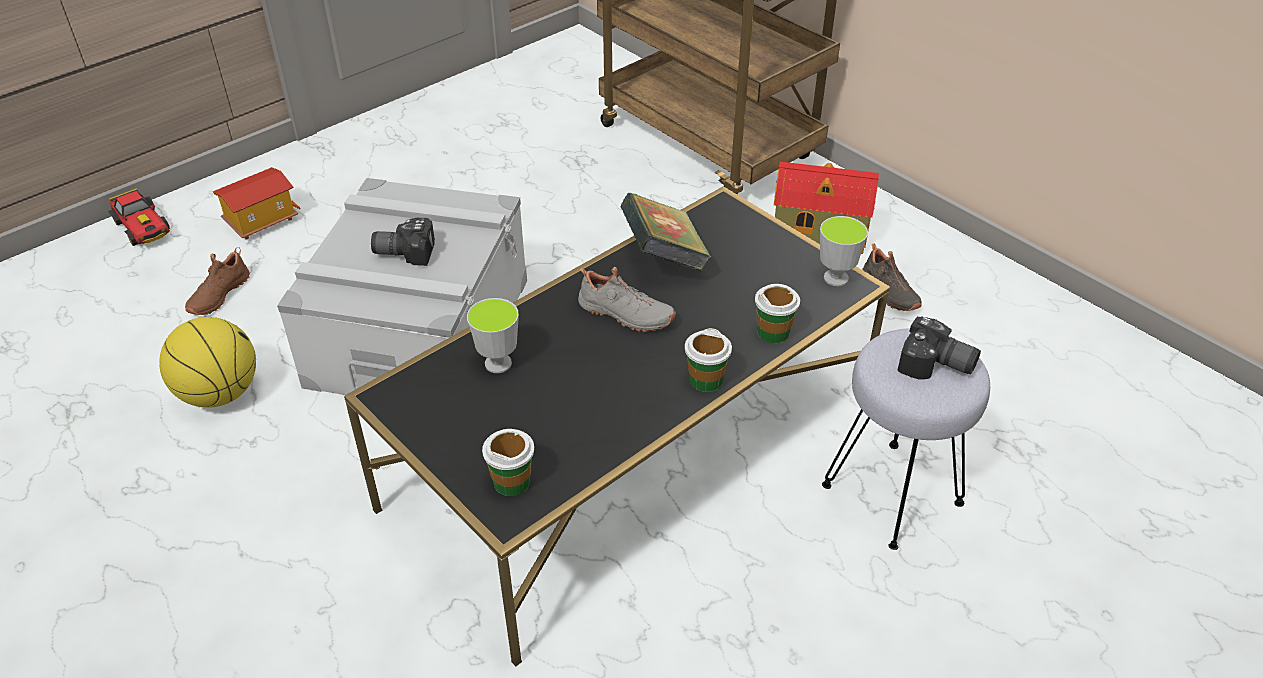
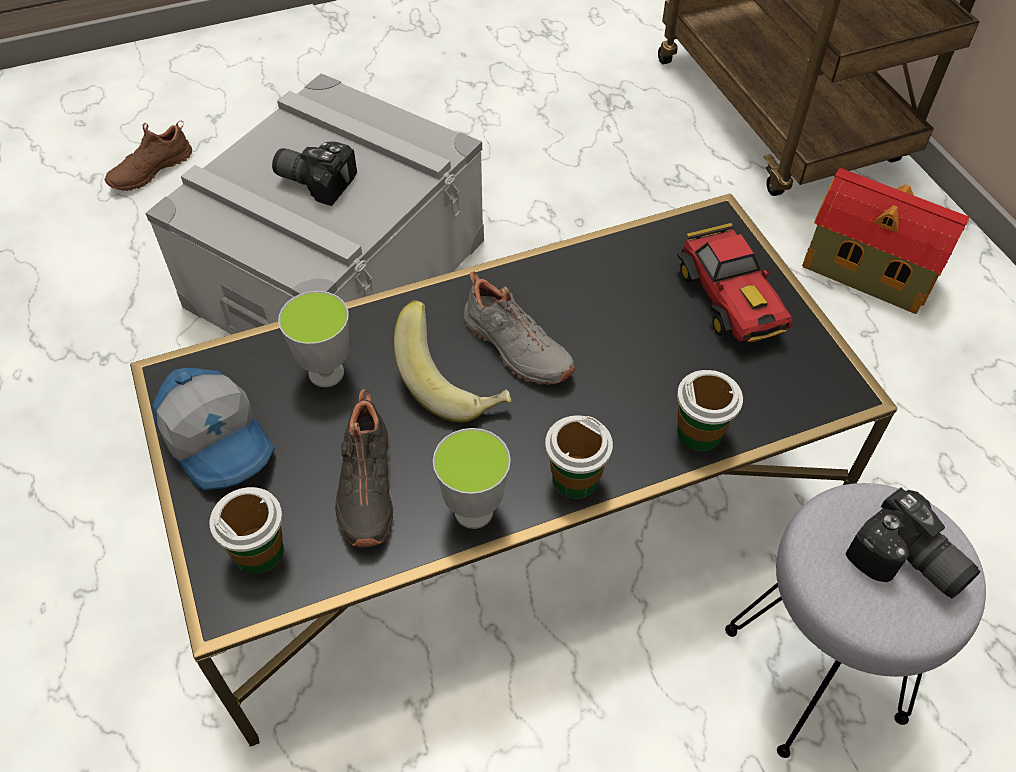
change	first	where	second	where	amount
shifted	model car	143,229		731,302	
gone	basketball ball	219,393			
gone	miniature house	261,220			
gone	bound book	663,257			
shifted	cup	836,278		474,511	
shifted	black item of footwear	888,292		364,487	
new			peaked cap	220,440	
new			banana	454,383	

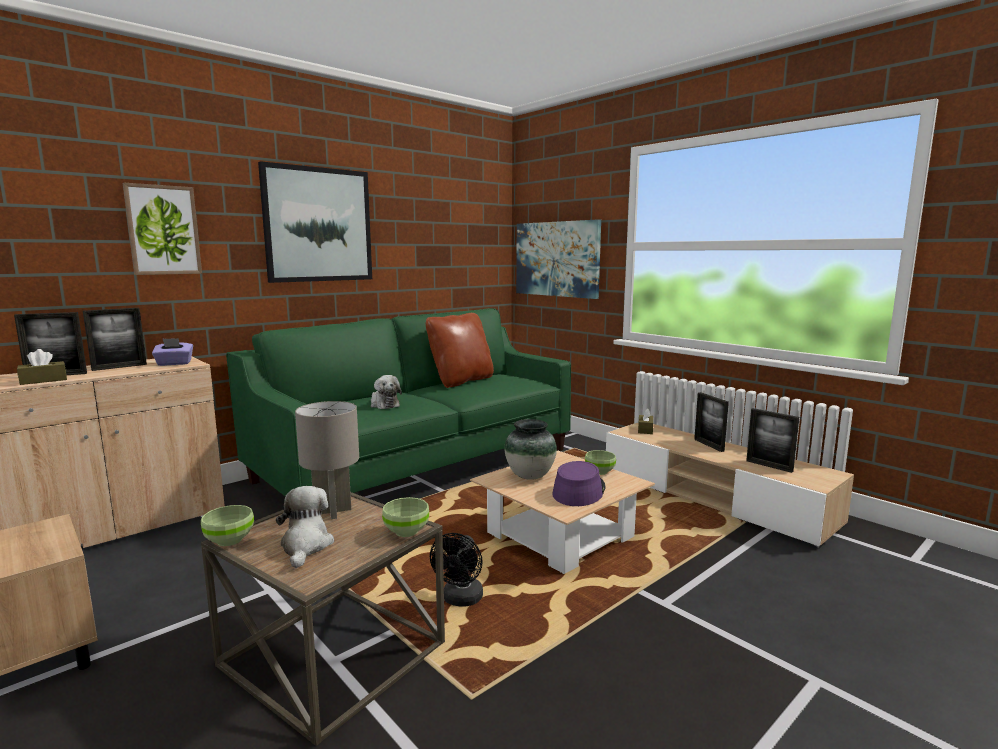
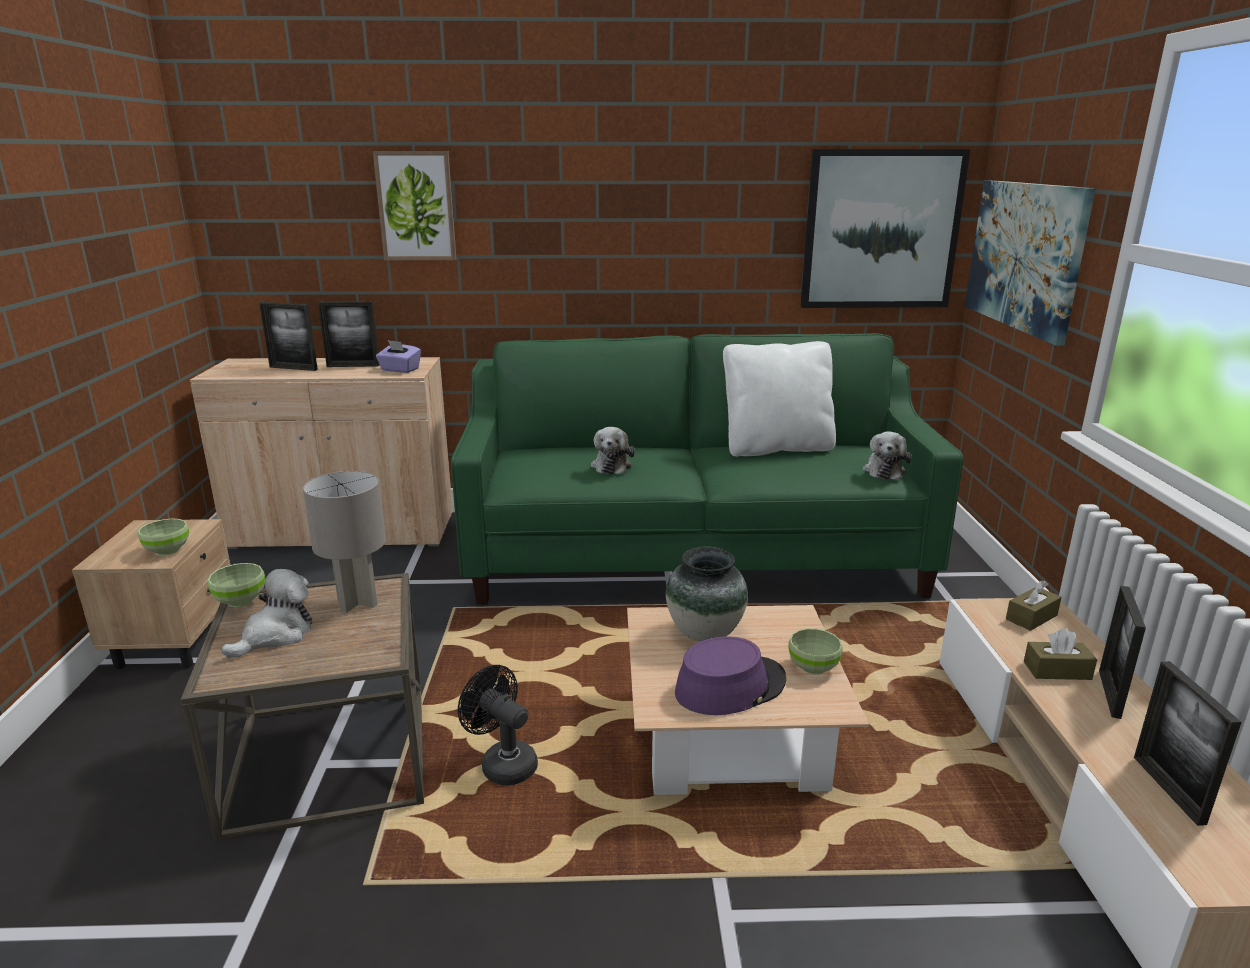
change	first	where	second	where	amount
shifted	brown-coloured tissue holder	43,380		1057,670	
shifted	wall picture	318,225		881,230	
shifted	green-coloured serving bowl	406,531		168,550	
repainted	brown-coloured cushion	461,381	white-coloured cushion	776,448	
rotated	black electric fan	461,600		502,763	75 degrees clockwise
new			soft toy	884,470	

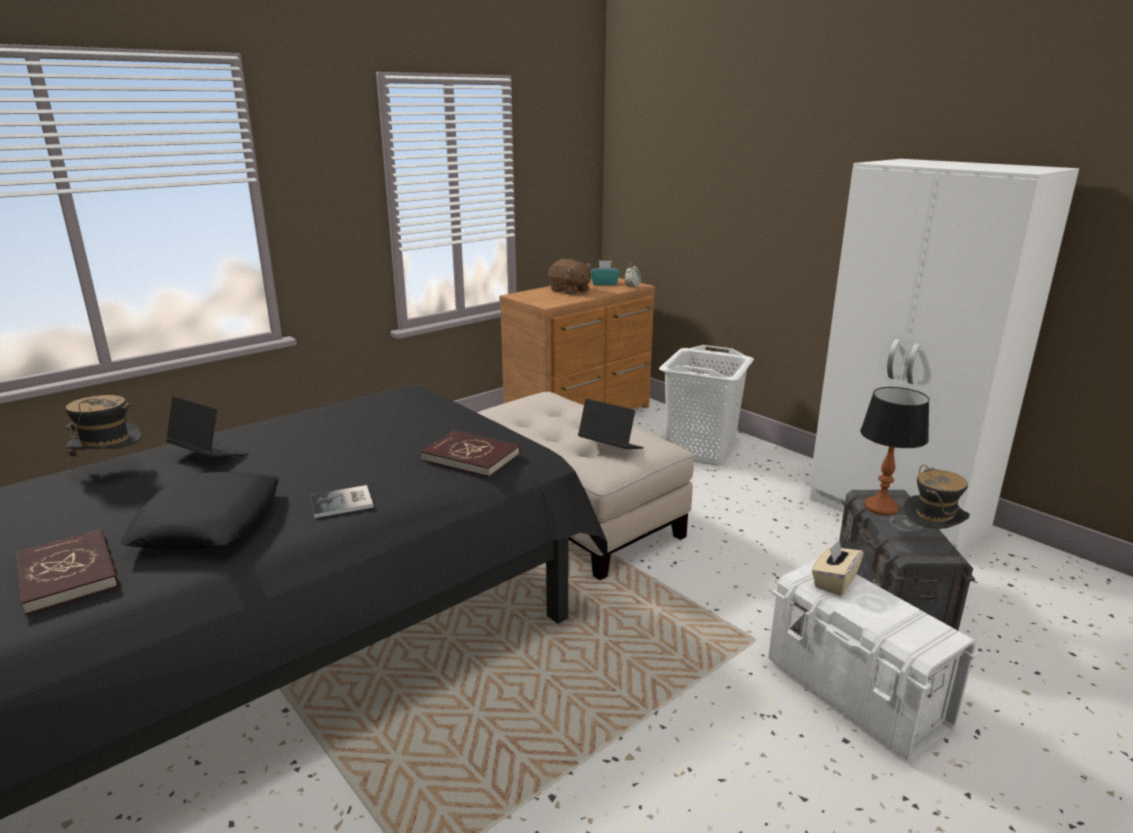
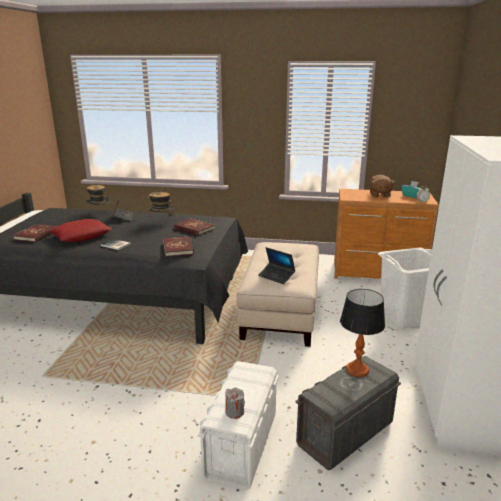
change	first	where	second	where	amount
repainted	black cushion	208,522	reddish cushion	81,235	
rotated	laptop	610,447		276,276	135 degrees clockwise
gone	beige-coloured tissue holder	834,582			
shifted	hat	929,541		161,221	
new			reddish bound book	194,228	
new			greyish wax light	234,412	

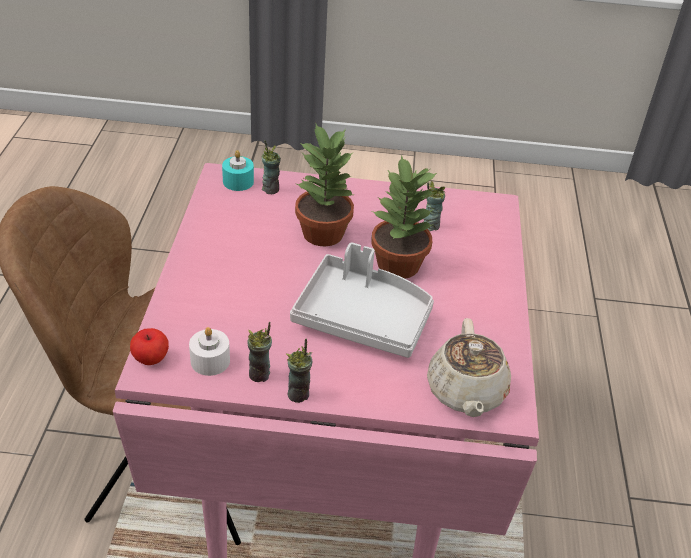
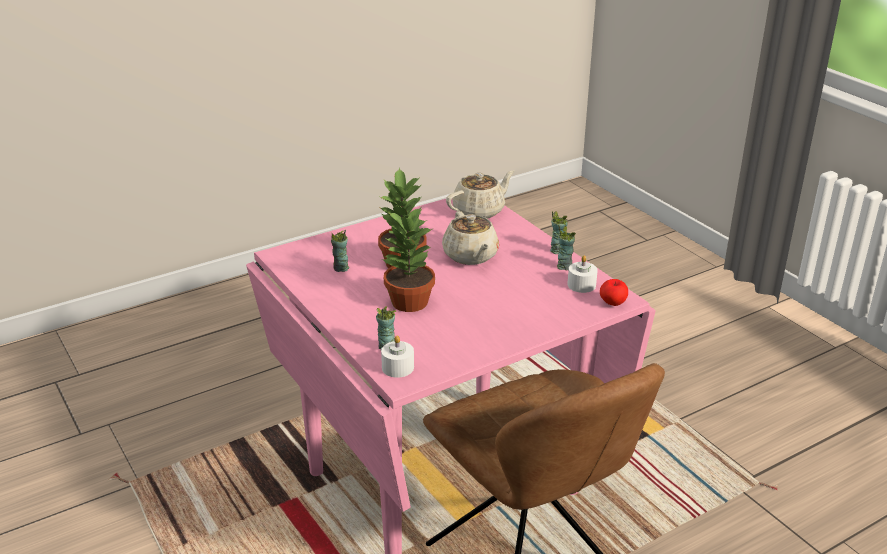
change	first	where	second	where	amount
repainted	turquoise-coloured wax light	238,181	white-coloured wax light	398,367	
swapped	greyish serving tray	362,318	beige-coloured tea pot	470,256	

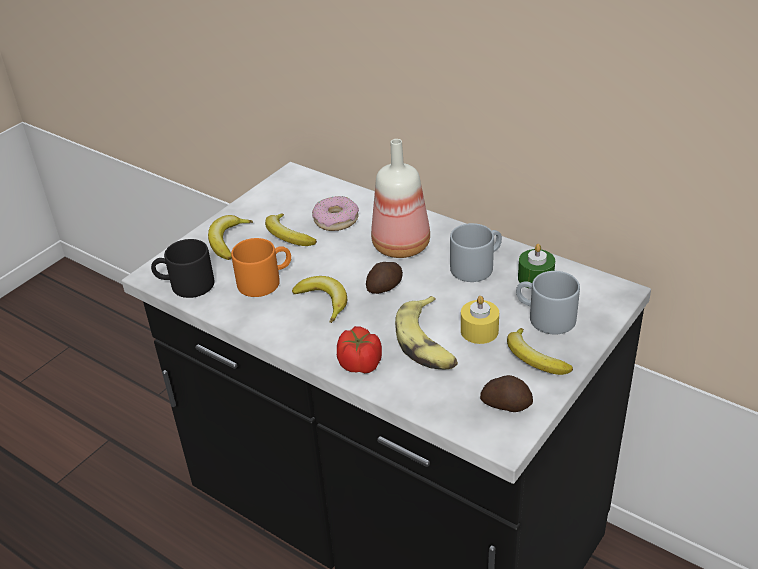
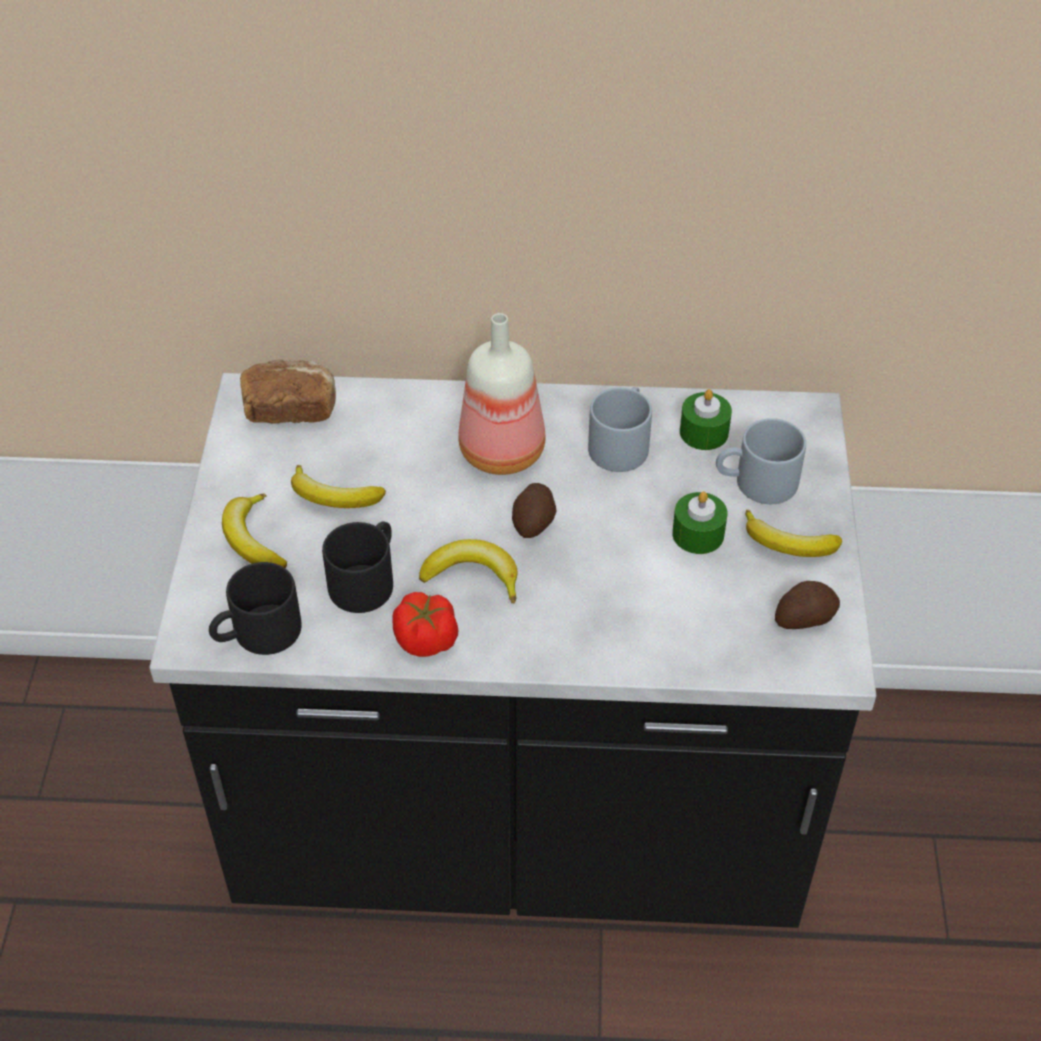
change	first	where	second	where	amount
repainted	orange-coloured tea mug	265,280	black tea mug	366,579	
gone	ring doughnut	336,220			
shifted	fresh tomato	360,364		426,640	
gone	banana	428,343			
repainted	yellowish wax light	479,331	green-coloured wax light	698,534	
new			bread	290,408	

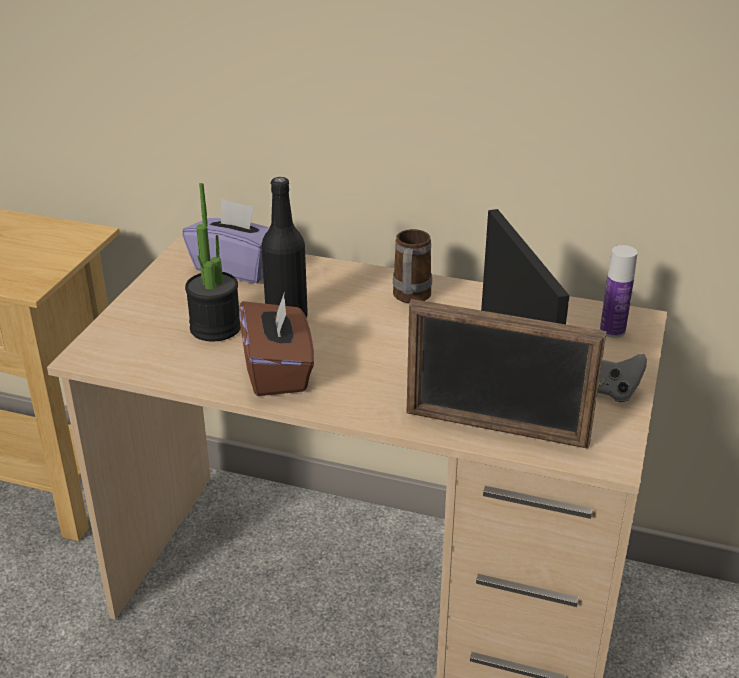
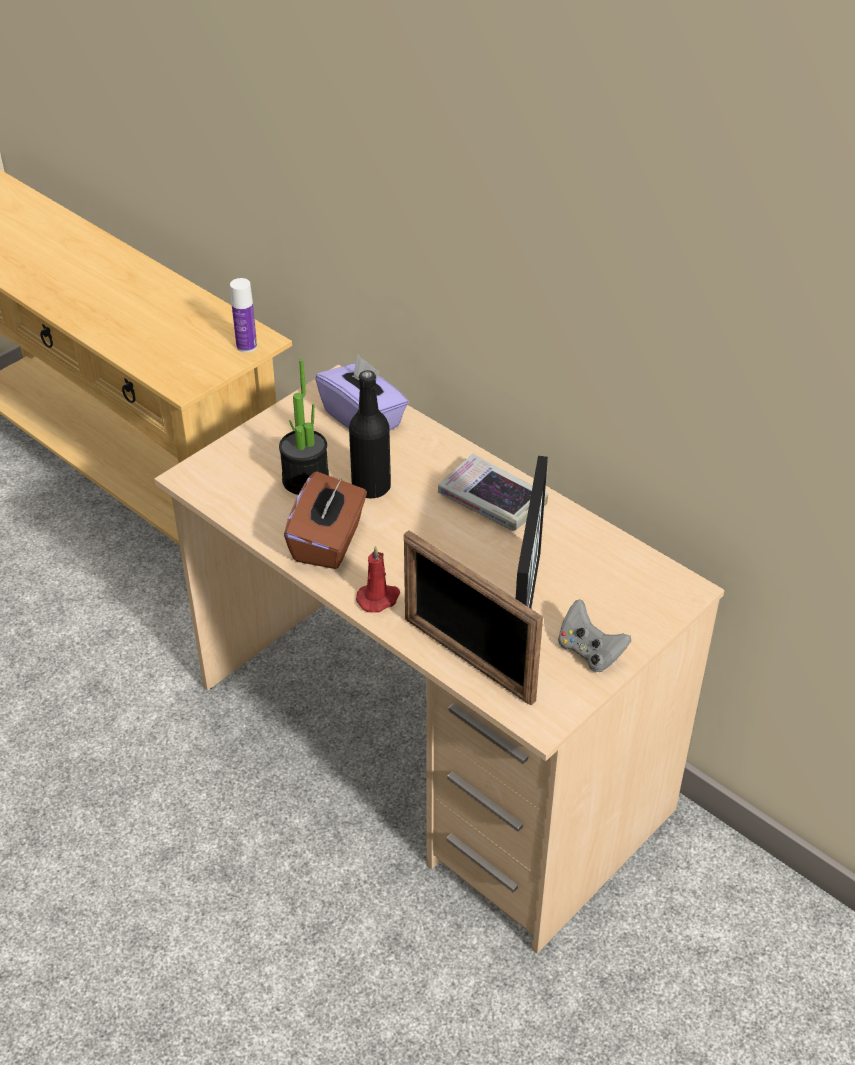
change	first	where	second	where	amount
swapped	tea mug	410,299	bound book	492,500	
shifted	bottle	612,331		246,346	
new			reddish wax light	379,598	

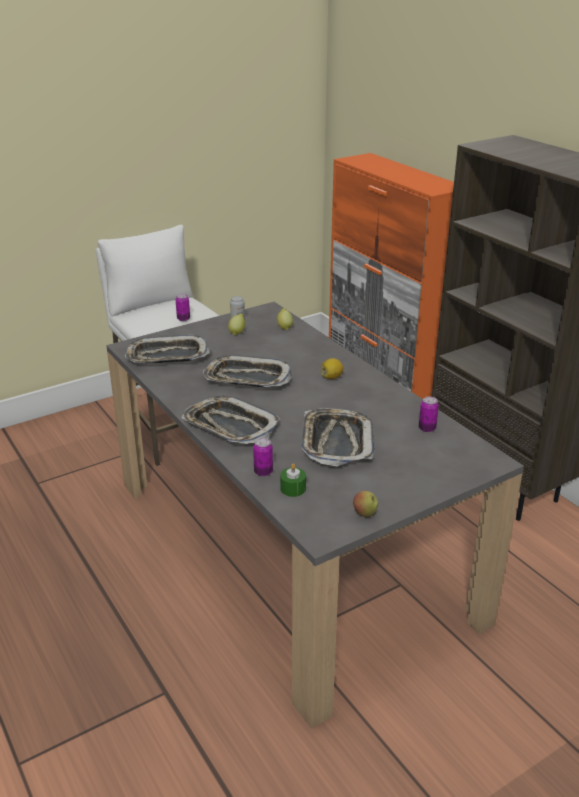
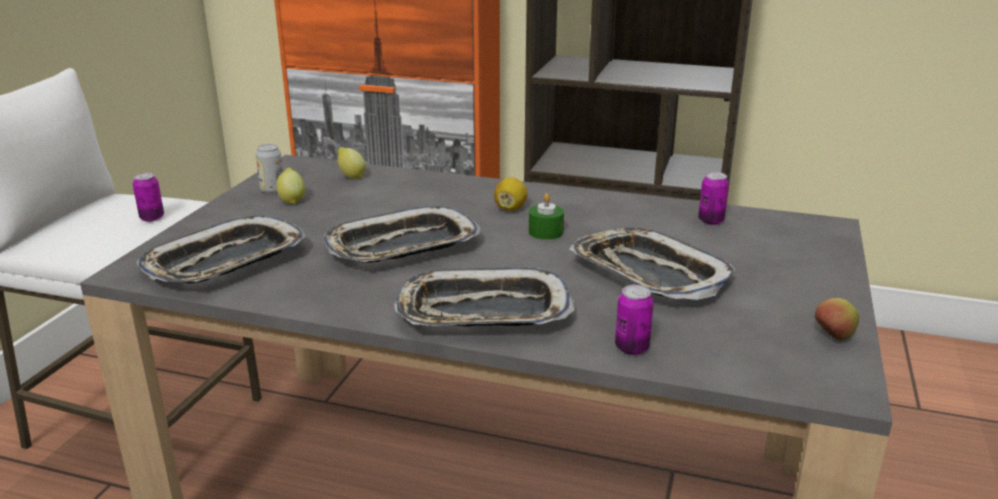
change	first	where	second	where	amount
shifted	green-coloured wax light	293,488		545,232	

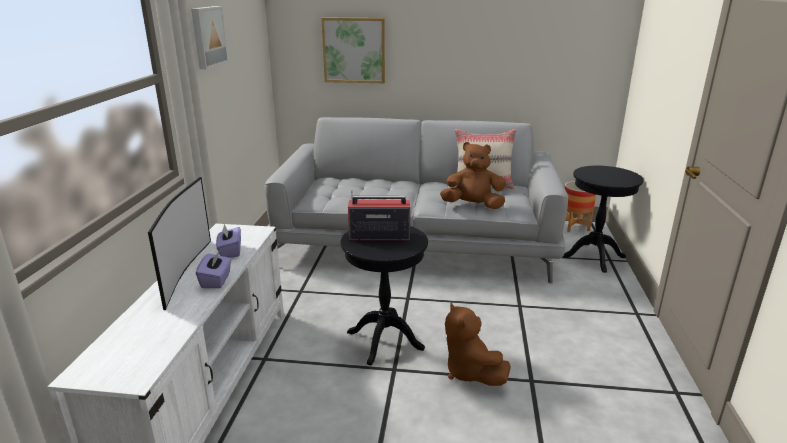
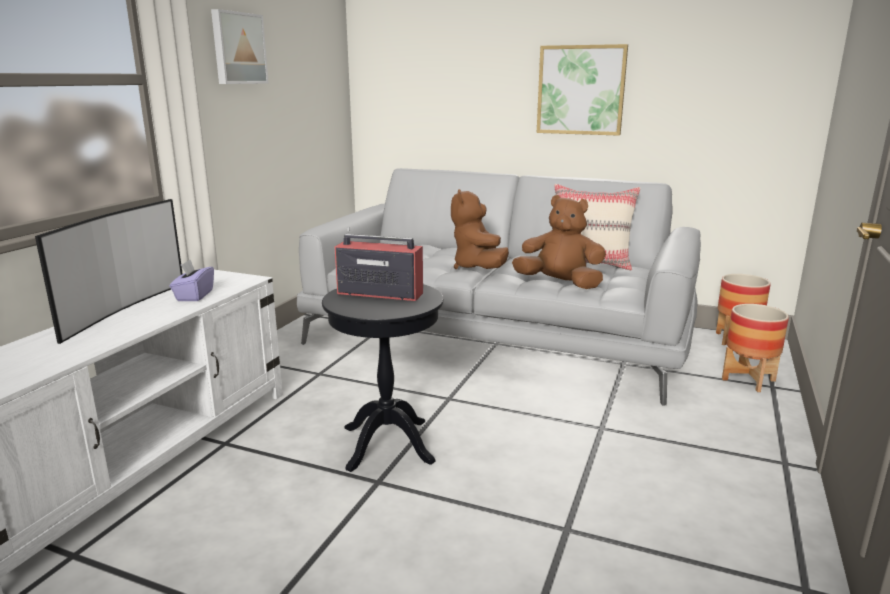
change	first	where	second	where	amount
gone	purple tissue holder	216,280			
shifted	wall picture	354,50		581,90	
shifted	brown-coloured soft toy	470,372		478,268	
swapped	black side table	594,257	flower pot	748,380	

